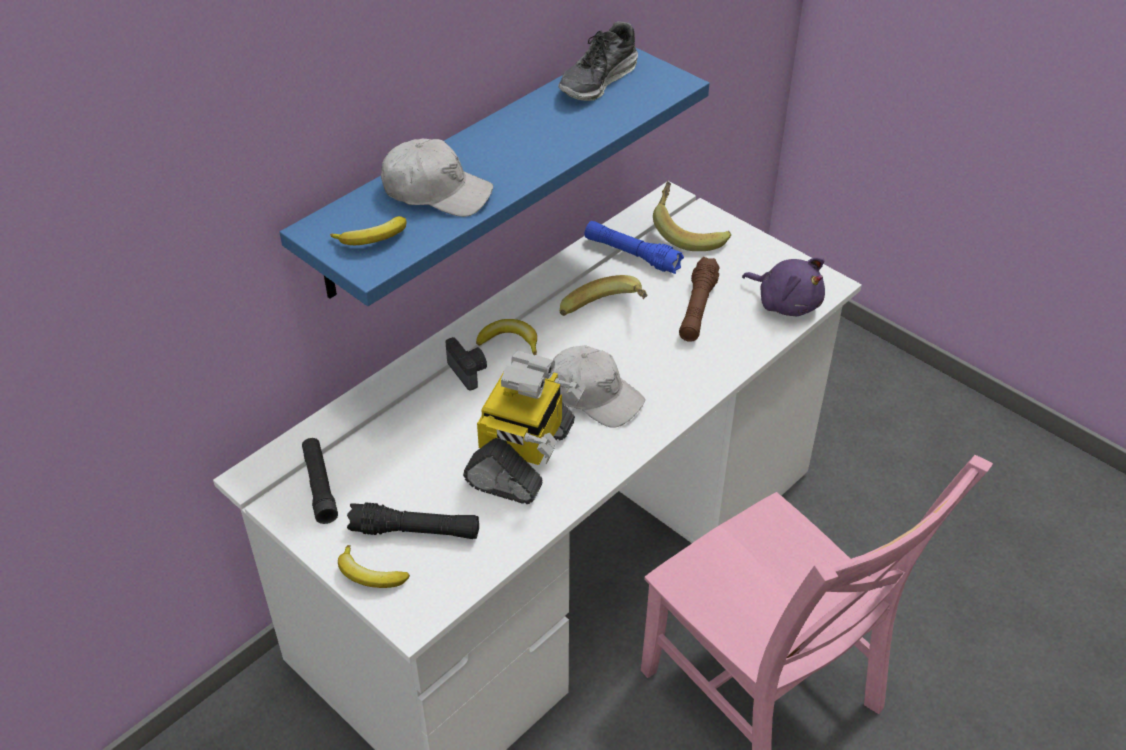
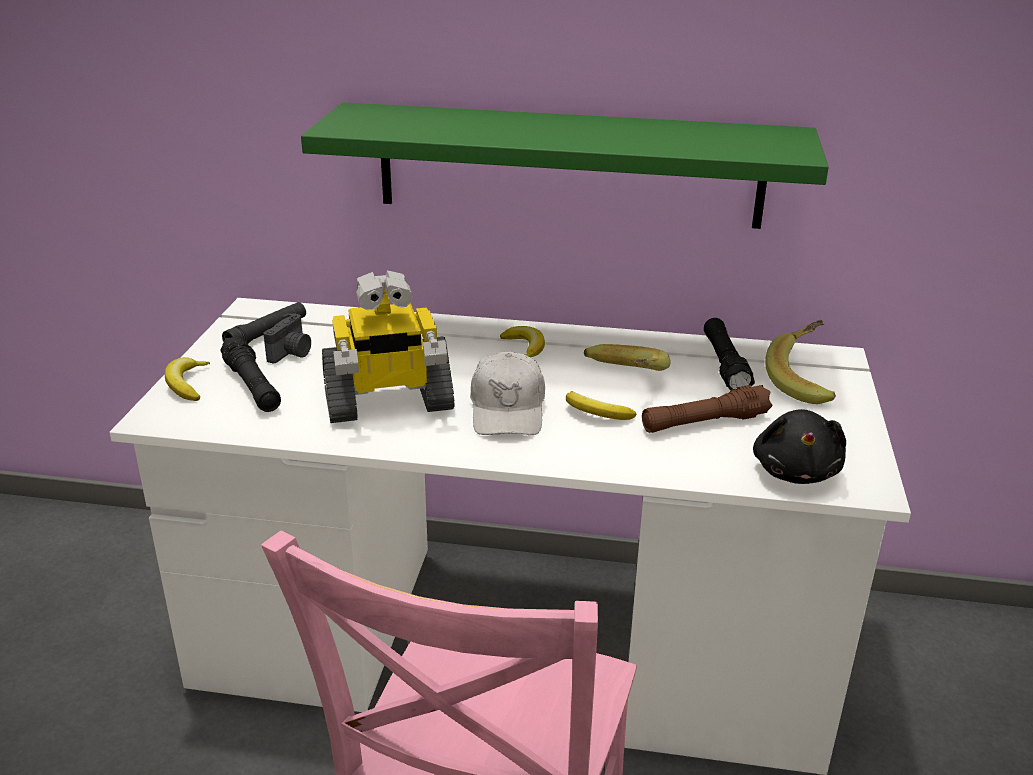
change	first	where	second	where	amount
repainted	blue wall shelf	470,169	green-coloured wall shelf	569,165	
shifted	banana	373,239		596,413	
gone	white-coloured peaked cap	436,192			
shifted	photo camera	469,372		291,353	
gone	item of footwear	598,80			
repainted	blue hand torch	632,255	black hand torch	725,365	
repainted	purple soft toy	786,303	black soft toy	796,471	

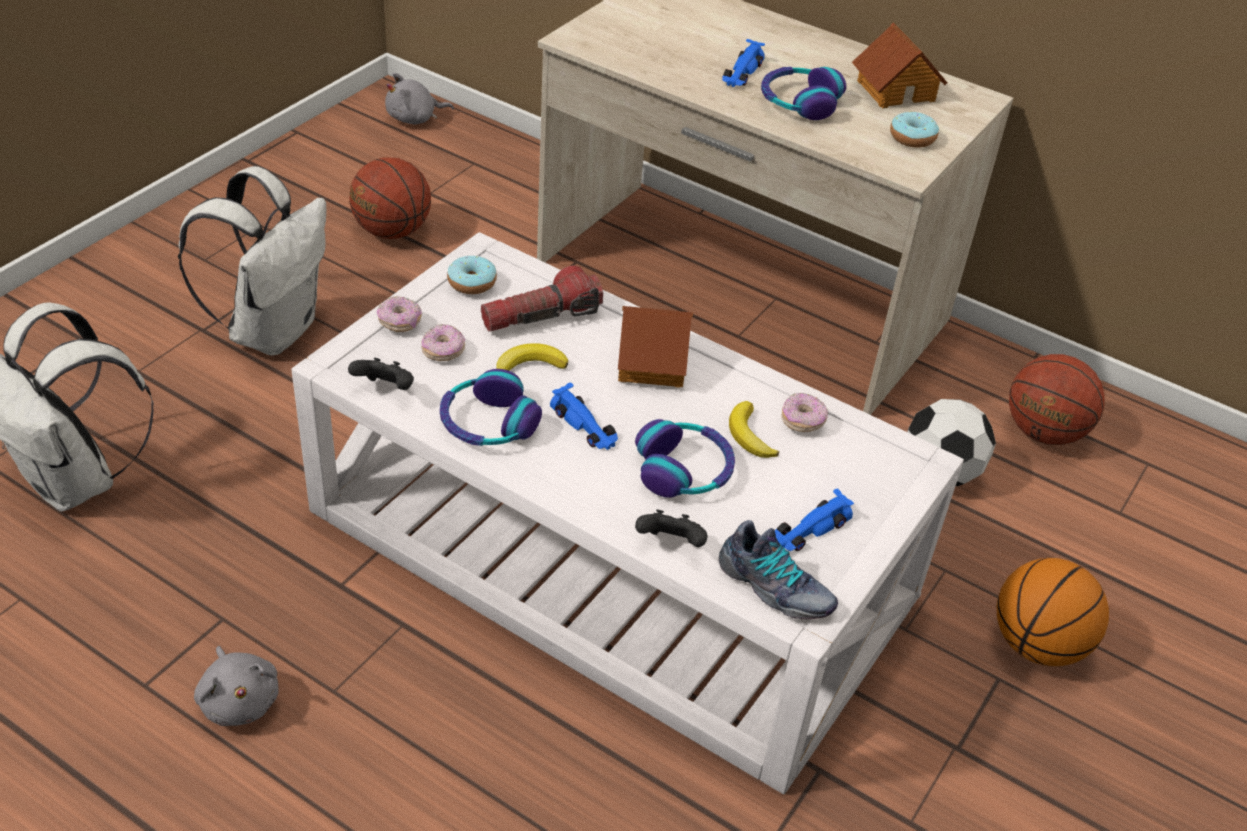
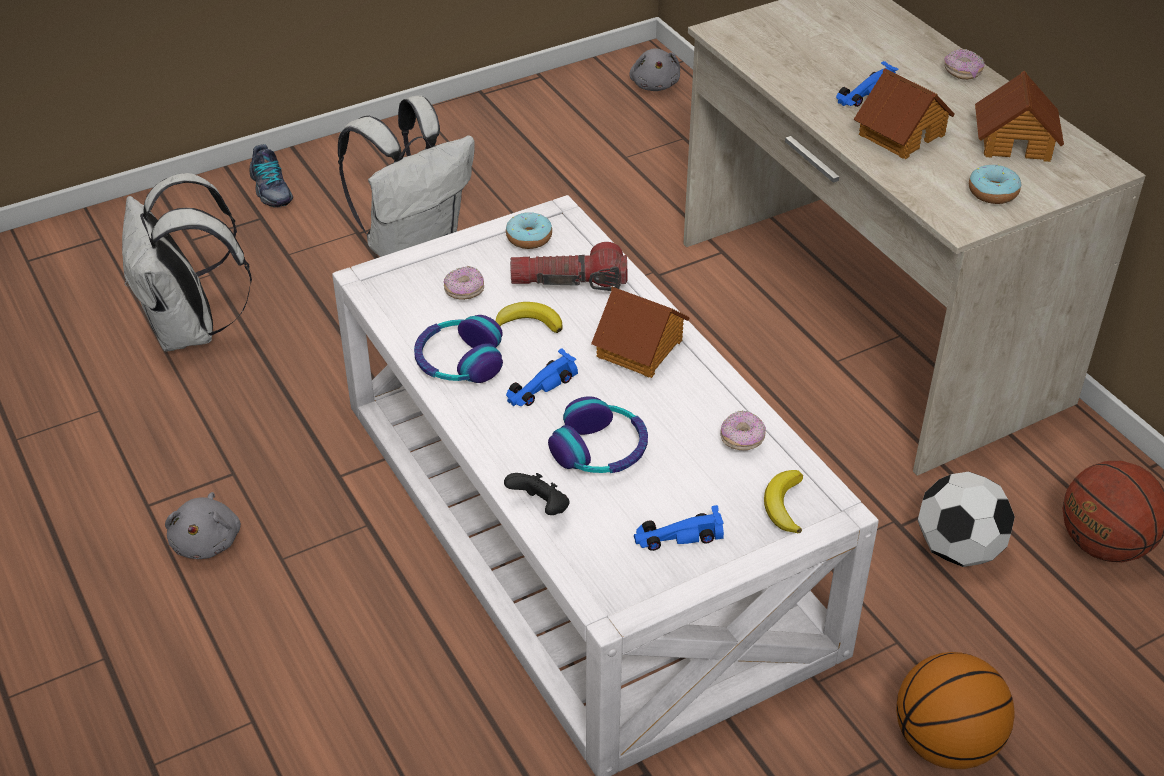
change	first	where	second	where	amount
gone	black game controller	385,389			
gone	basketball ball	392,231			
shifted	ring doughnut	400,322		962,72	
rotated	greyish soft toy	414,118		654,84	105 degrees counterclockwise
rotated	blue model car	585,426		540,387	60 degrees clockwise
shifted	item of footwear	774,588		270,190	
shifted	banana	749,435		784,505	
swapped	pair of headphones	799,102	miniature house	900,134	

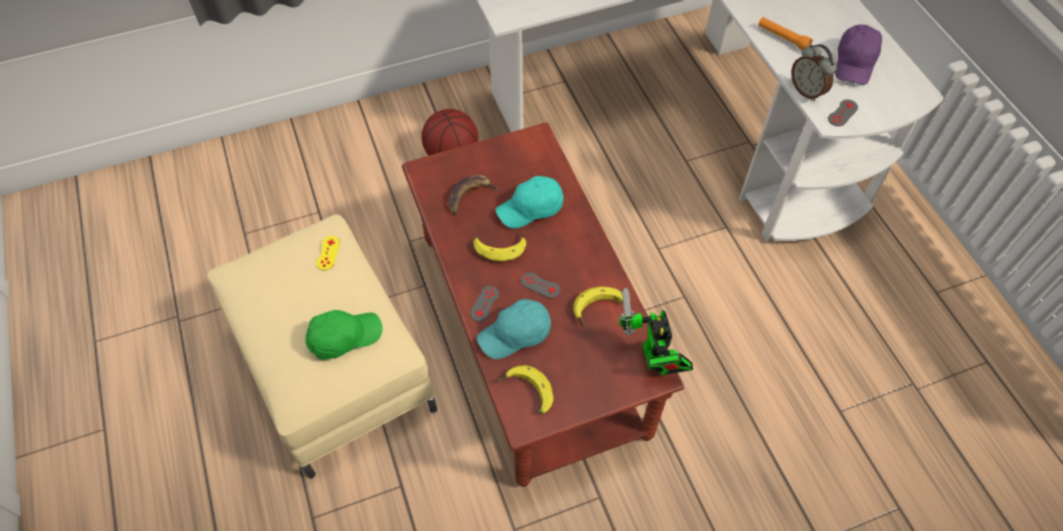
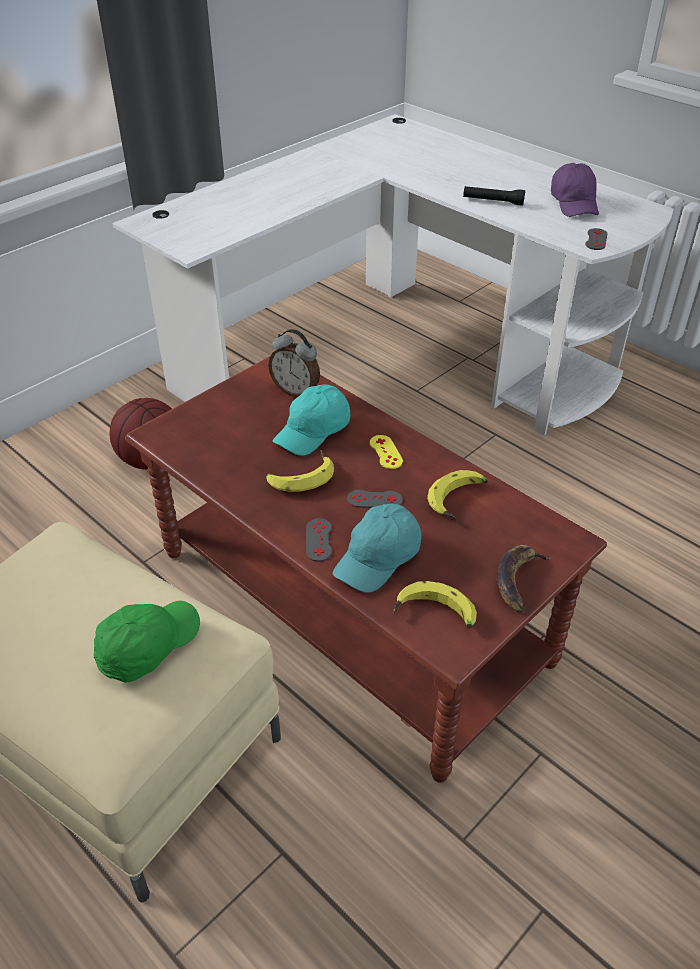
change	first	where	second	where	amount
shifted	yellowish game controller	328,253		386,452	
shifted	banana	469,195		518,580	
gone	toy robot	653,361			
repainted	orange-coloured hand torch	782,38	black hand torch	493,201	
shifted	bedside clock	807,91		296,390	

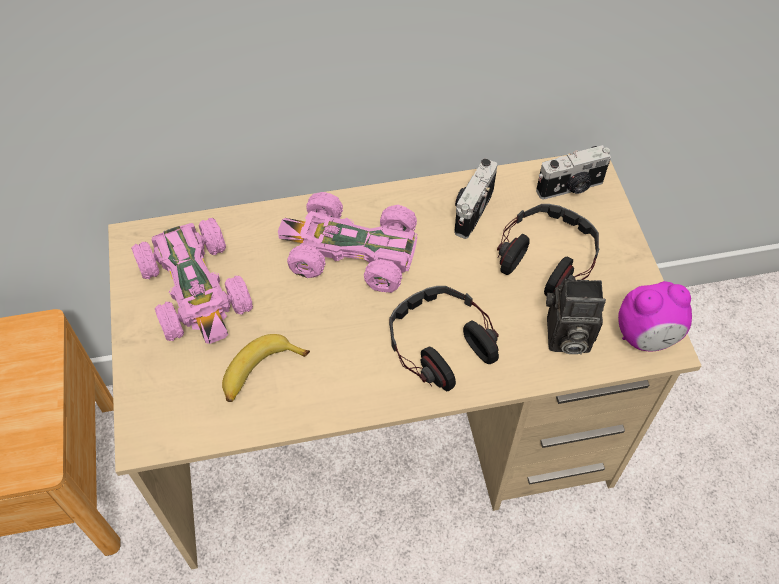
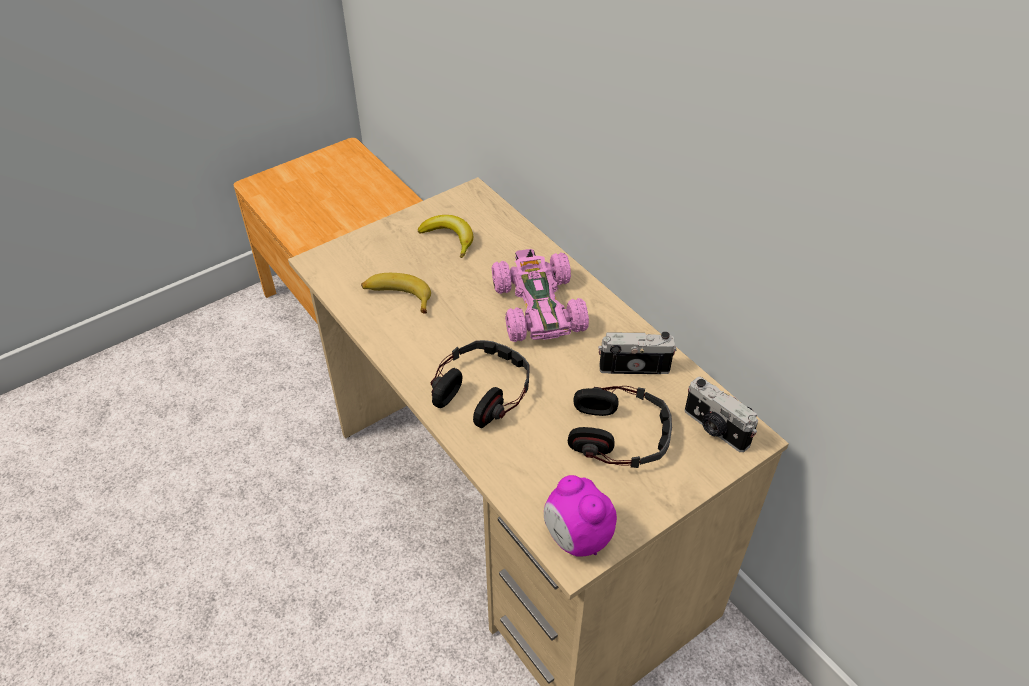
change	first	where	second	where	amount
swapped	pink-coloured model car	196,289	banana	449,238	
gone	photo camera	565,337			

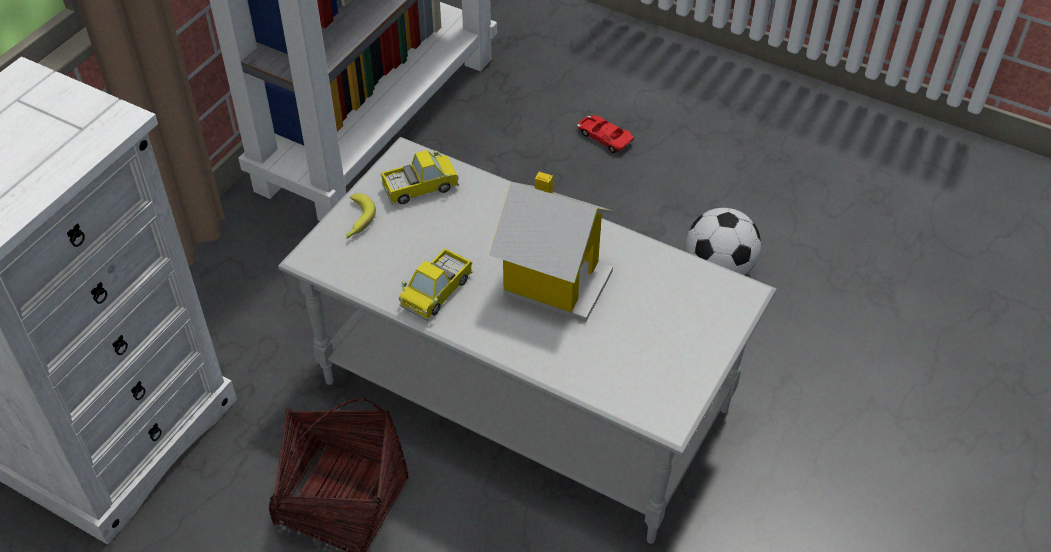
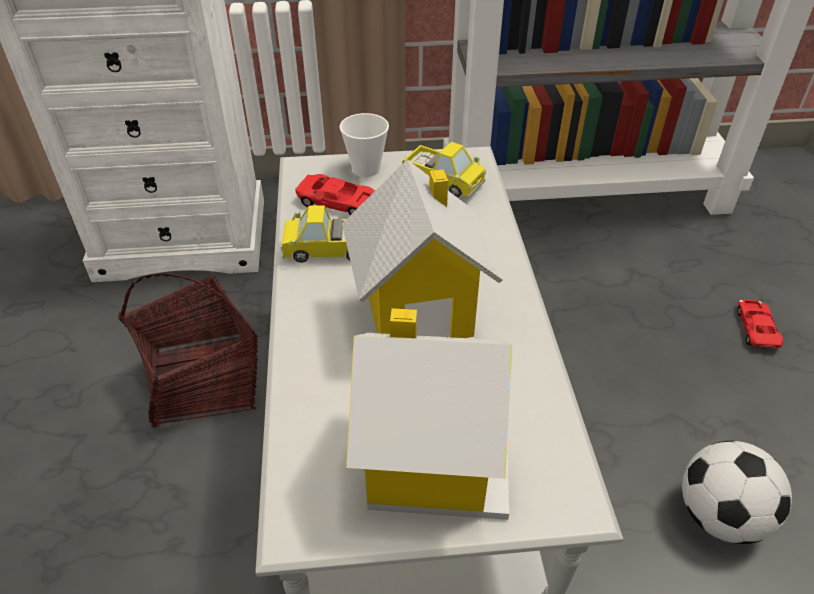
change	first	where	second	where	amount
swapped	banana	356,221	cup	366,169	
new			reddish model car	340,203	
new			miniature house	431,462	

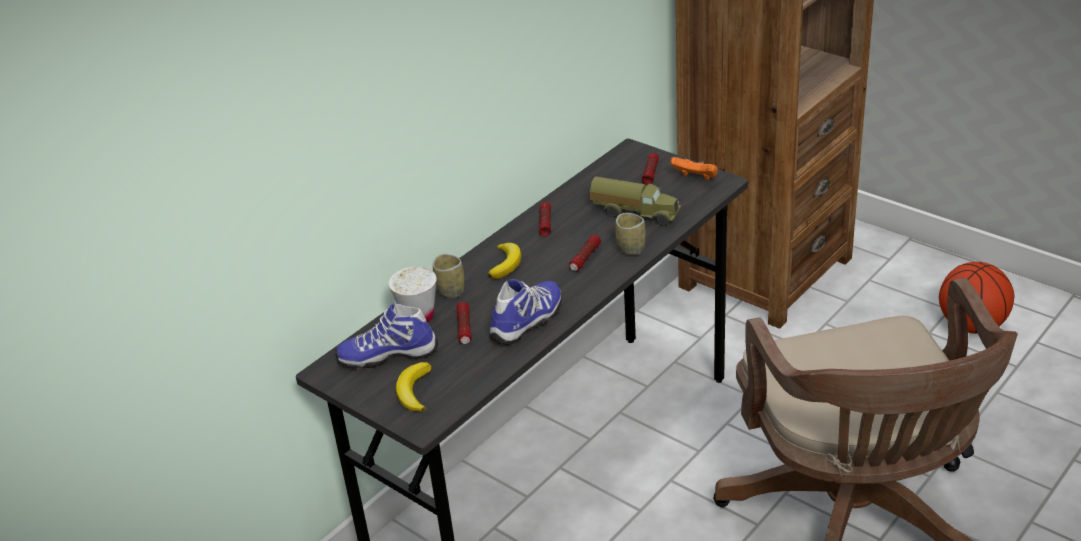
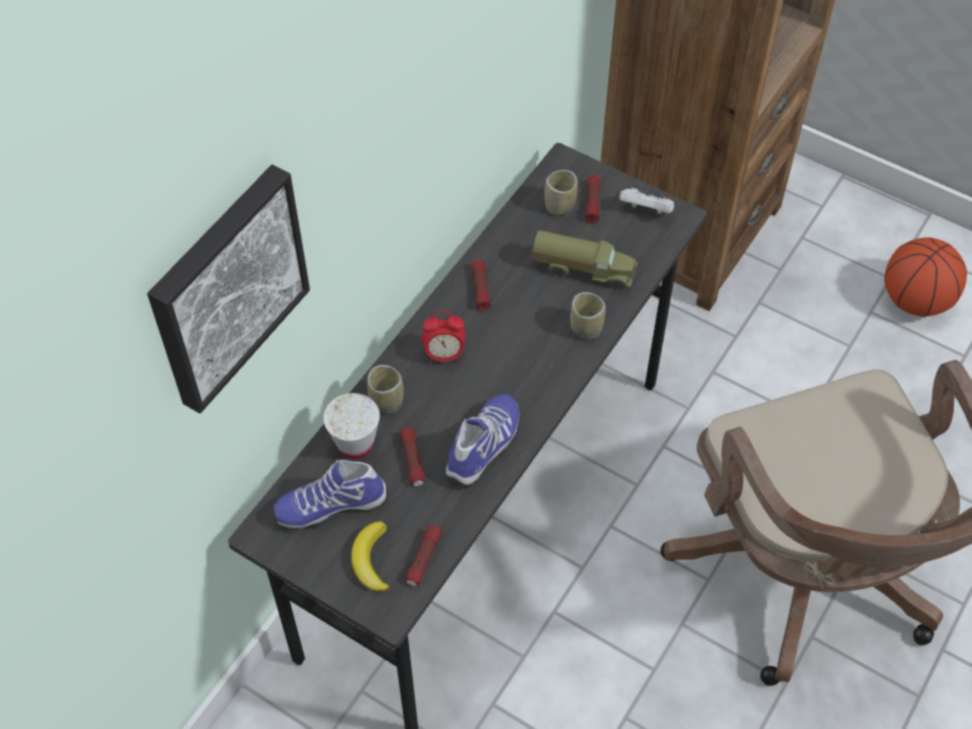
change	first	where	second	where	amount
swapped	banana	506,263	bedside clock	444,355	
shifted	hand torch	585,258		424,559	
repainted	orange-coloured game controller	695,178	white-coloured game controller	646,211	
new			wall picture	226,286	
new			cup	559,206	

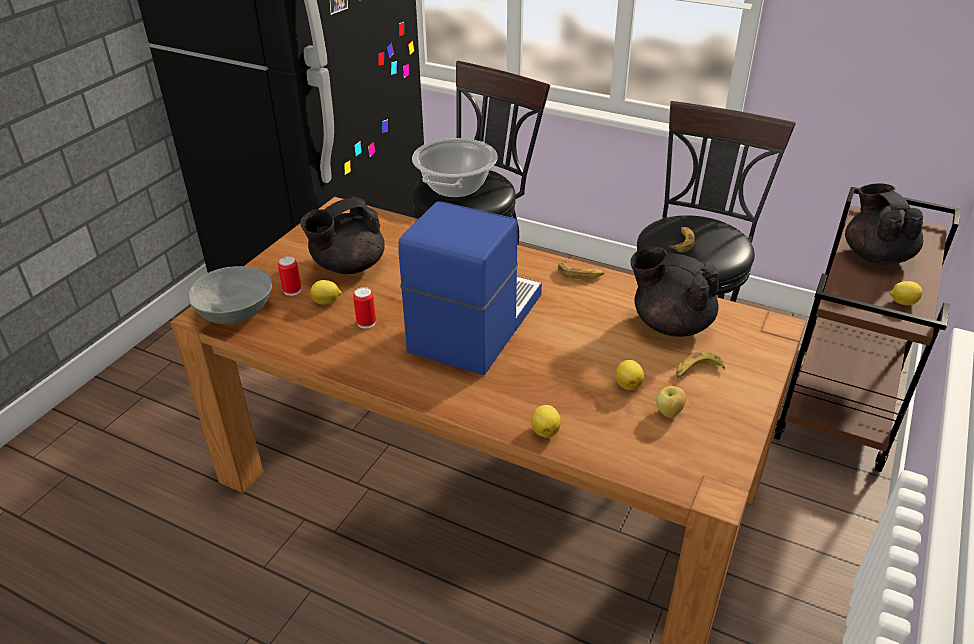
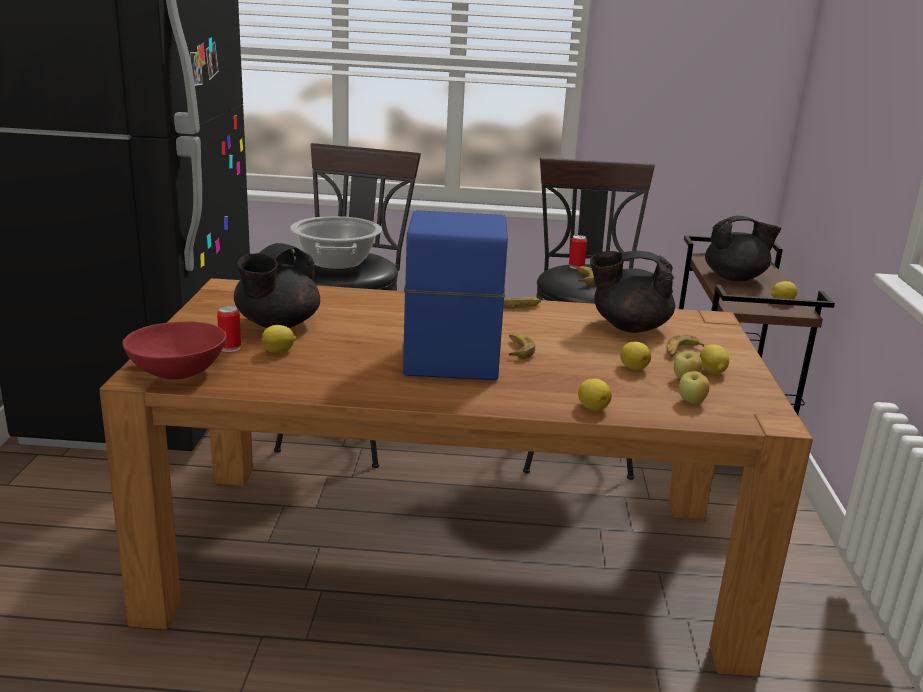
change	first	where	second	where	amount
repainted	greyish serving bowl	236,312	reddish serving bowl	179,370	
shifted	can	366,322		576,266	
rotated	black tea pot	876,255		735,278	120 degrees clockwise
new			banana	518,350	
new			apple	691,402	
new			lemon	712,372	

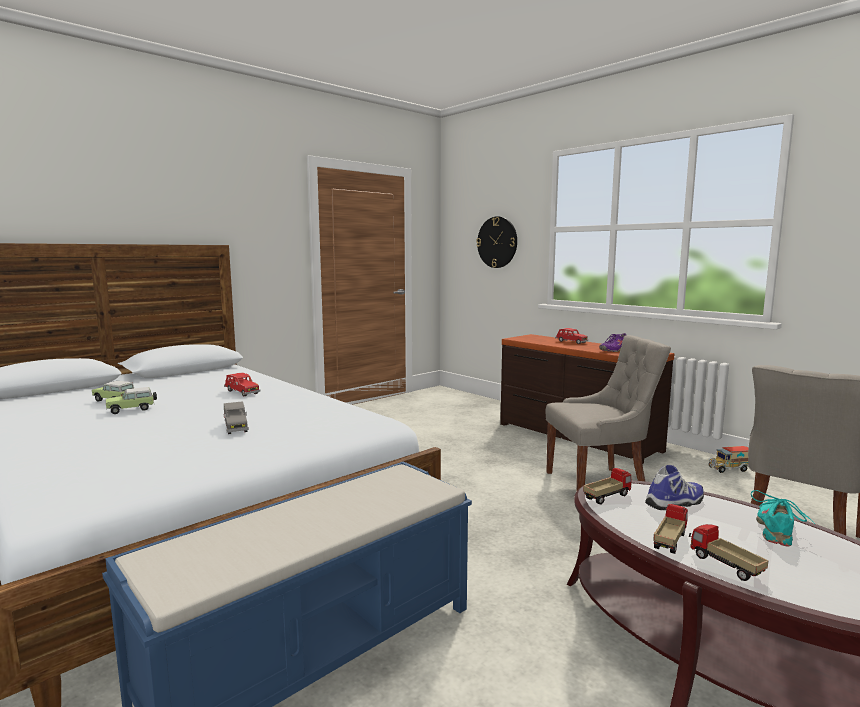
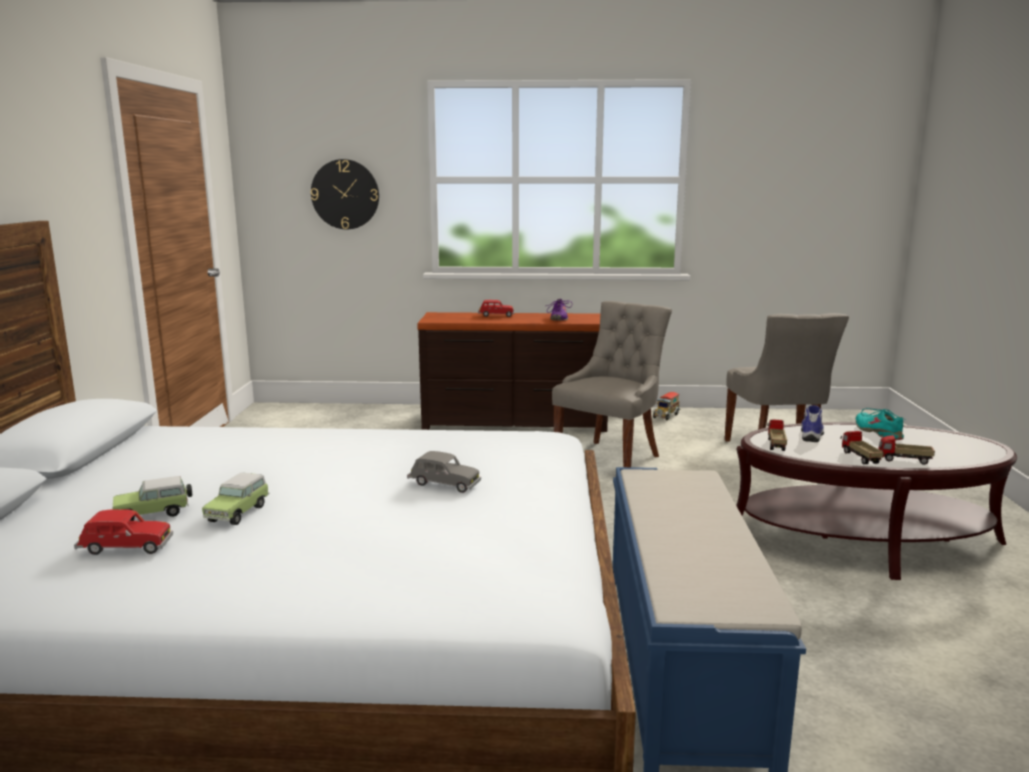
change	first	where	second	where	amount
shifted	reddish model car	242,392		125,548	

